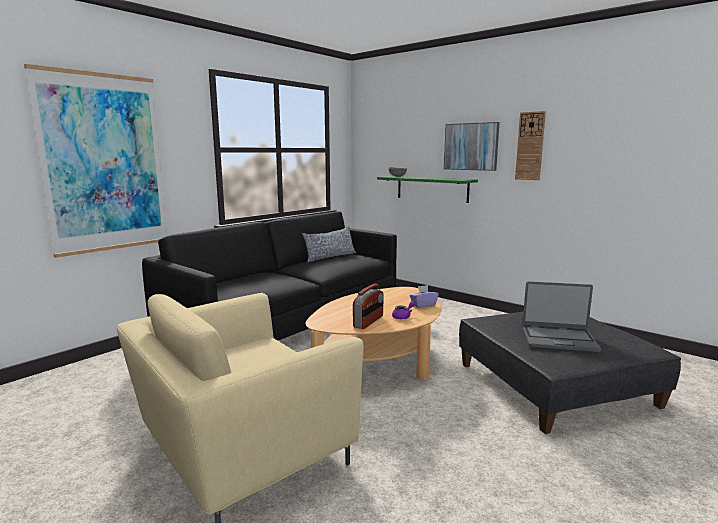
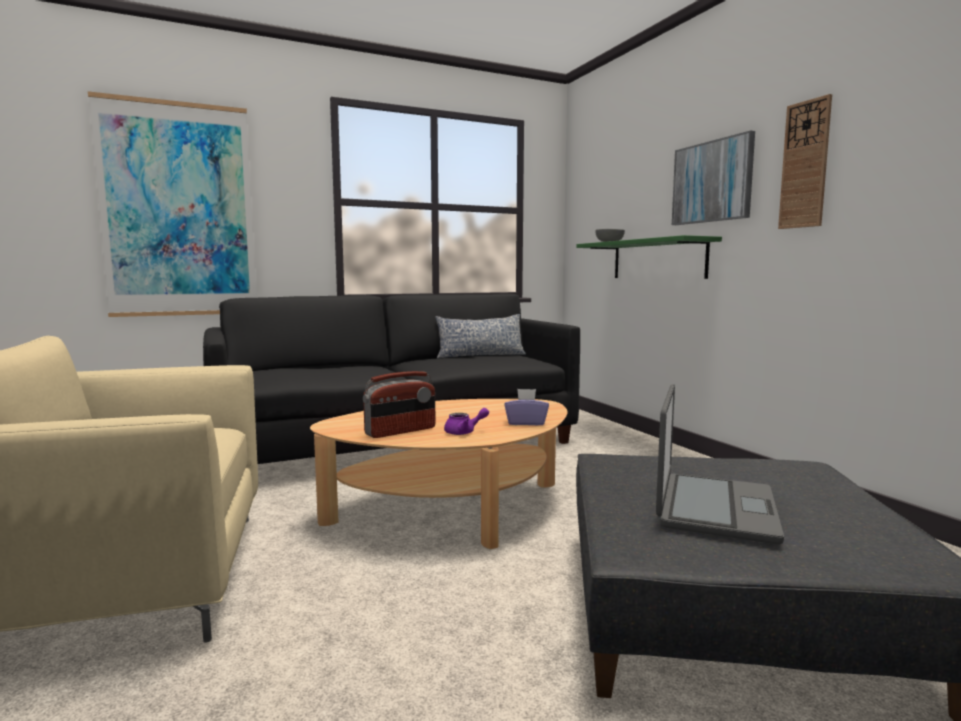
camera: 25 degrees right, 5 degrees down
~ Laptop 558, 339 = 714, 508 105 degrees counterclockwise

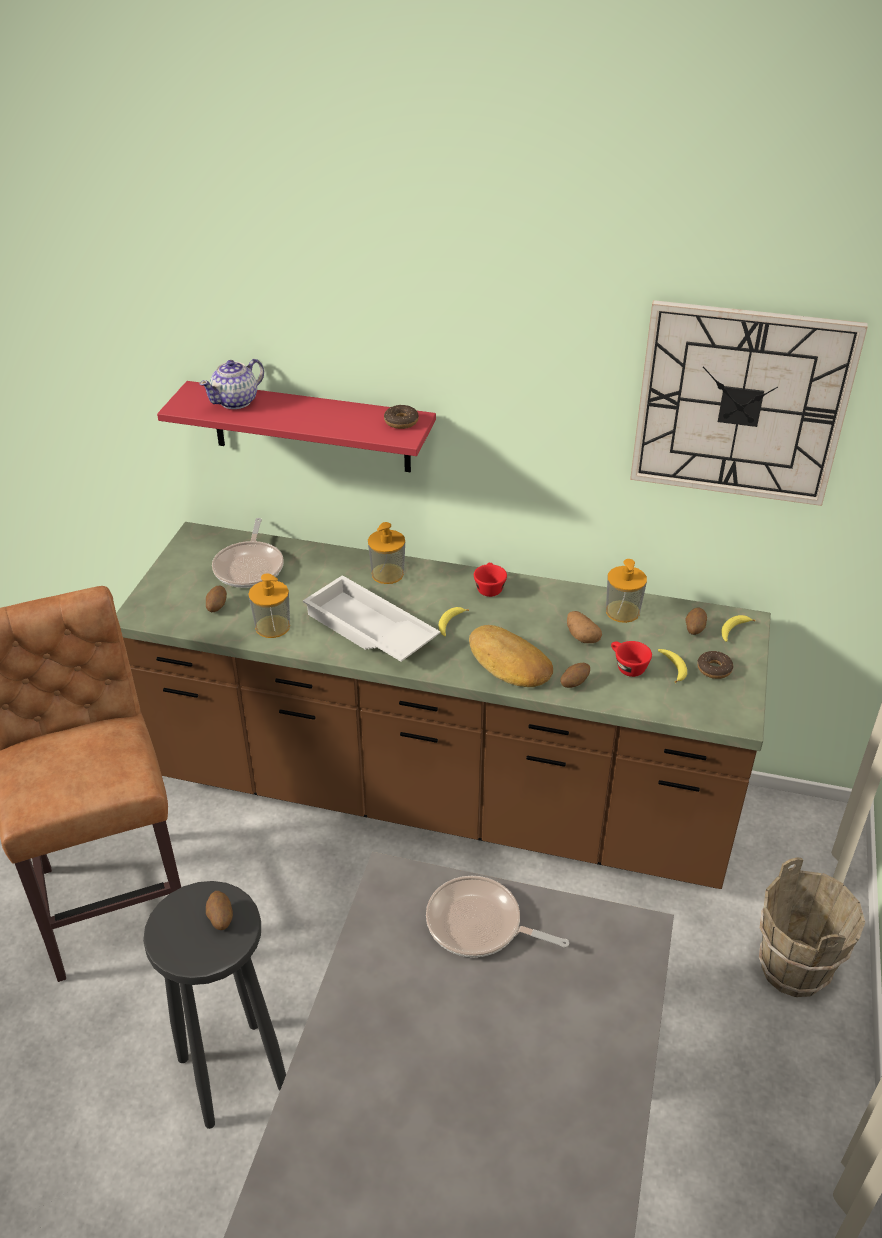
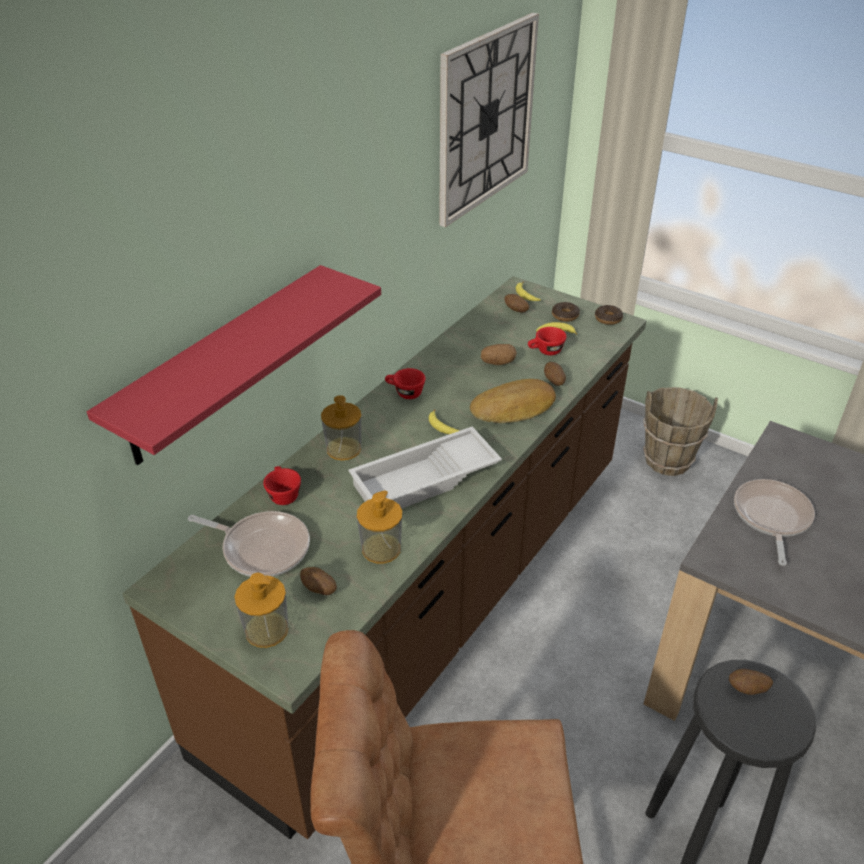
camera: 70 degrees left, 0 degrees up
~ SoapDispenser 622, 611 to 266, 630
+ RedCup 282, 494
~ Donut 401, 422 to 608, 319
~ FryingPan 479, 925 = 771, 517 150 degrees clockwise
- Teapot 236, 401

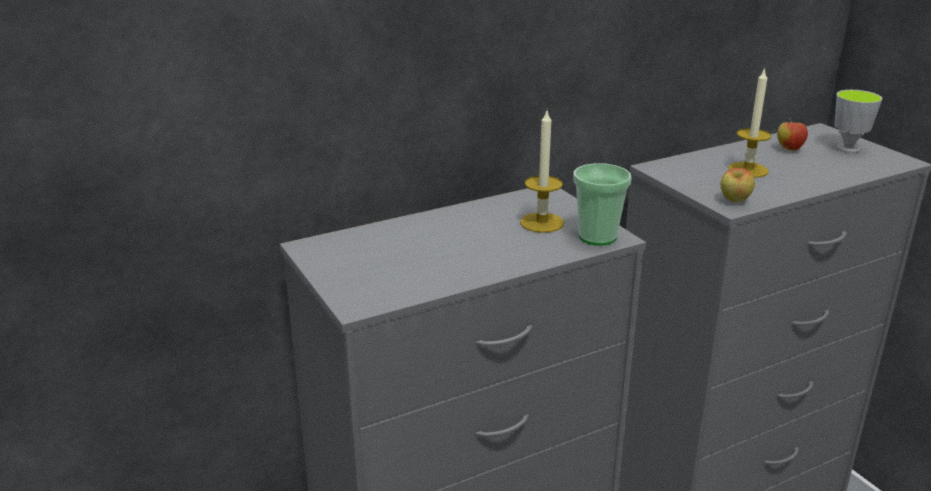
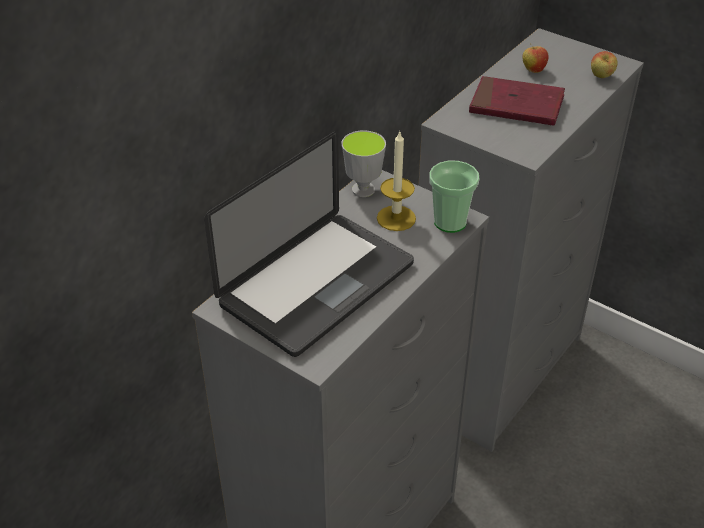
camera: 25 degrees left, 15 degrees up
+ Laptop 317, 284
~ Cup 848, 148 to 363, 190
~ Candle 748, 170 to RedBook 516, 105
~ Apple 734, 201 to 601, 77

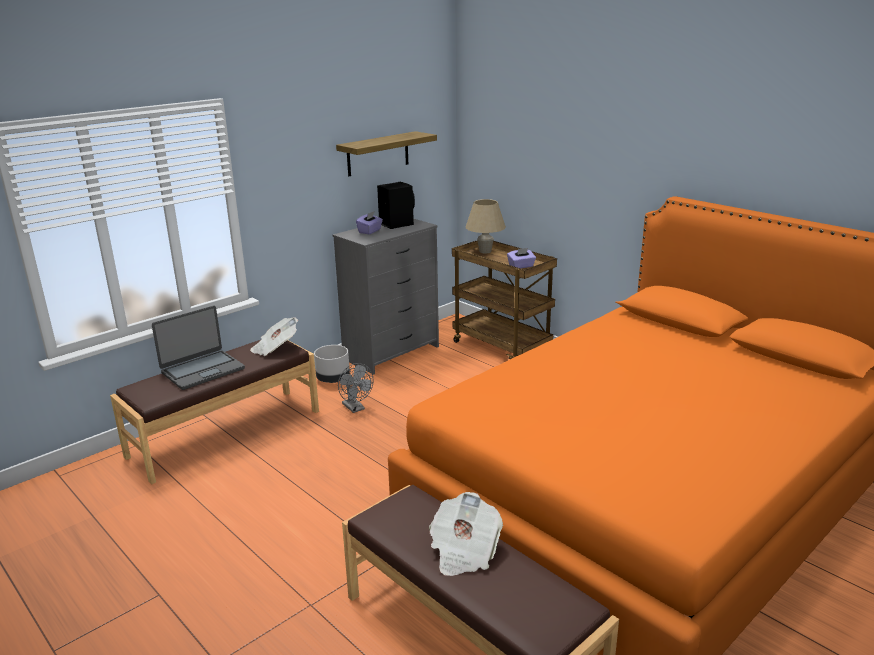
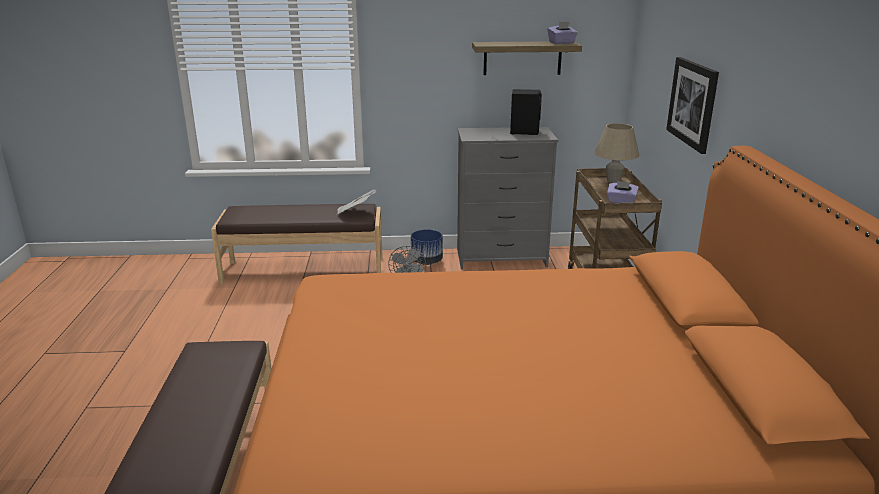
camera: 40 degrees right, 0 degrees up
~ GreyPlanter 333, 379 to BluePlanter 426, 262
~ PurpleTissueBox 370, 231 to 562, 43
+ Picture 693, 103
- Laptop 202, 370
- Newspaper 463, 551

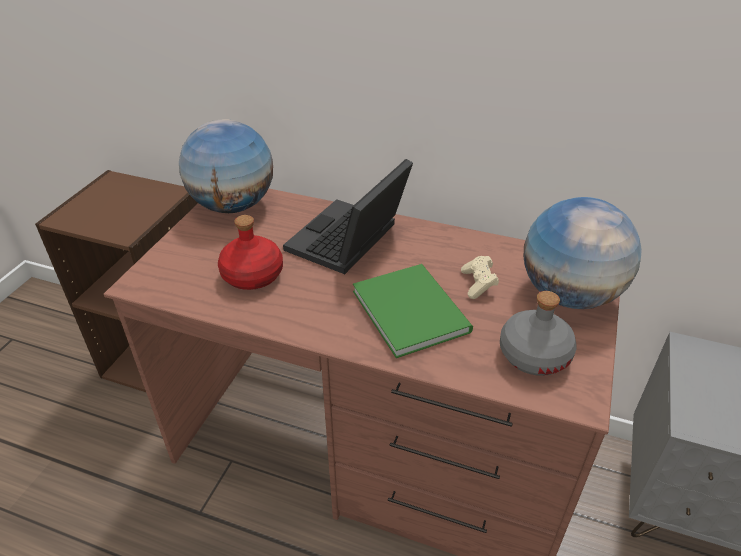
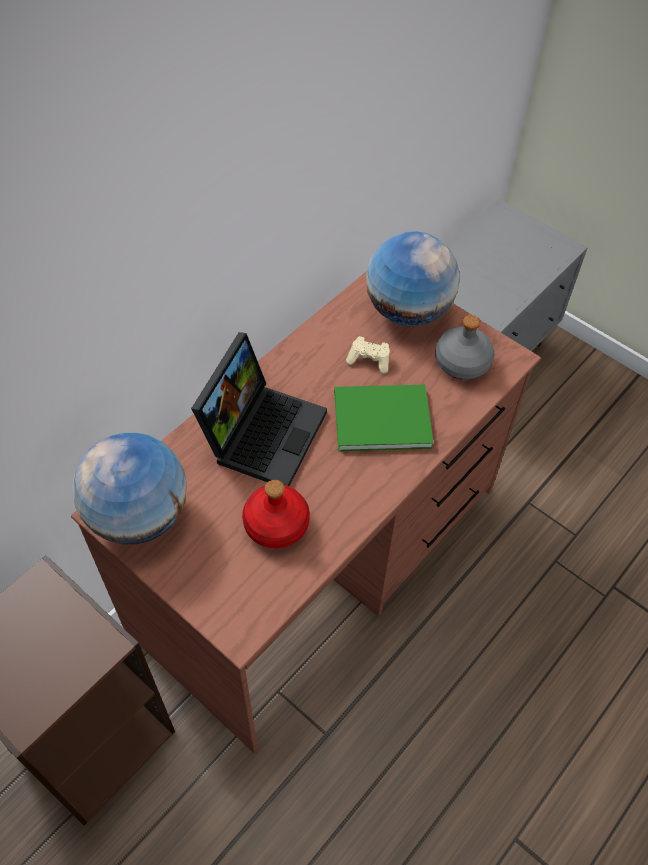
camera: 70 degrees left, 15 degrees up
~ Laptop 349, 242 = 263, 431 120 degrees counterclockwise

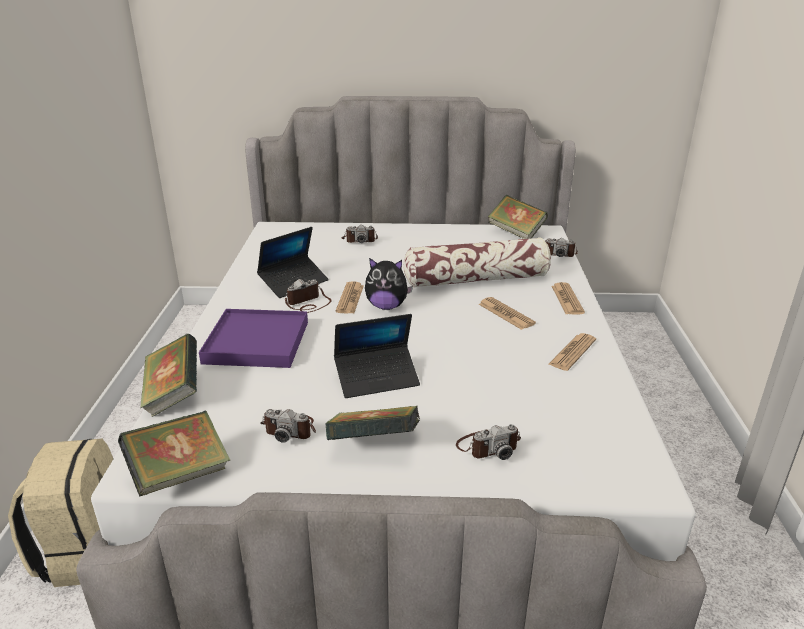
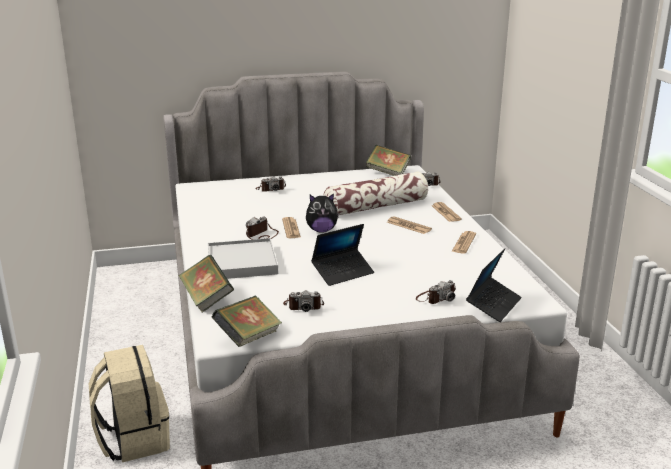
camera: 15 degrees left, 5 degrees down
~ PurpleTray 257, 342 to WhiteTray 242, 262
~ Laptop 294, 282 to 493, 304
- Book 374, 444

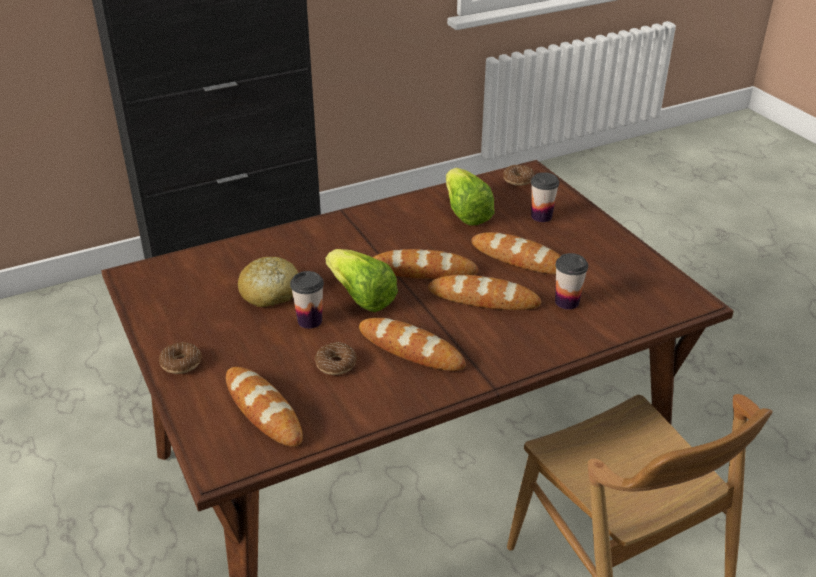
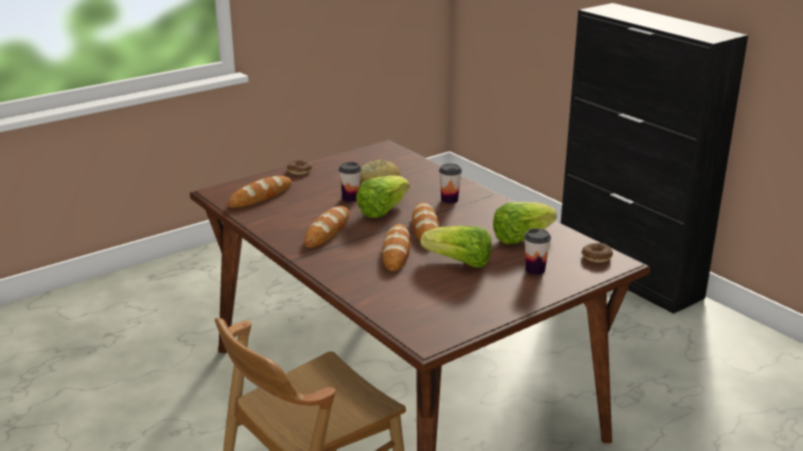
camera: 80 degrees right, 10 degrees down
~ Bread 519, 258 to Lettuce 459, 262
~ Cup 567, 302 to 449, 200
- Donut 336, 364

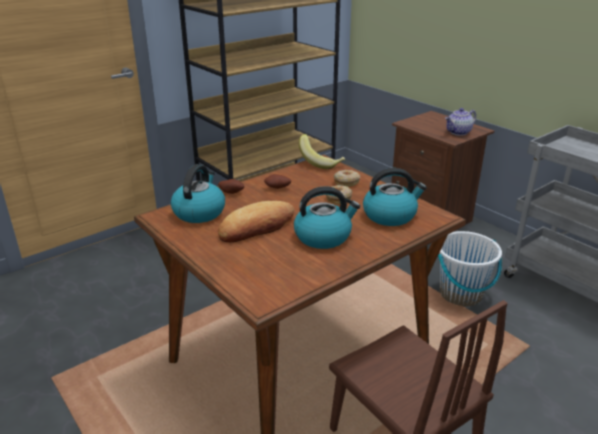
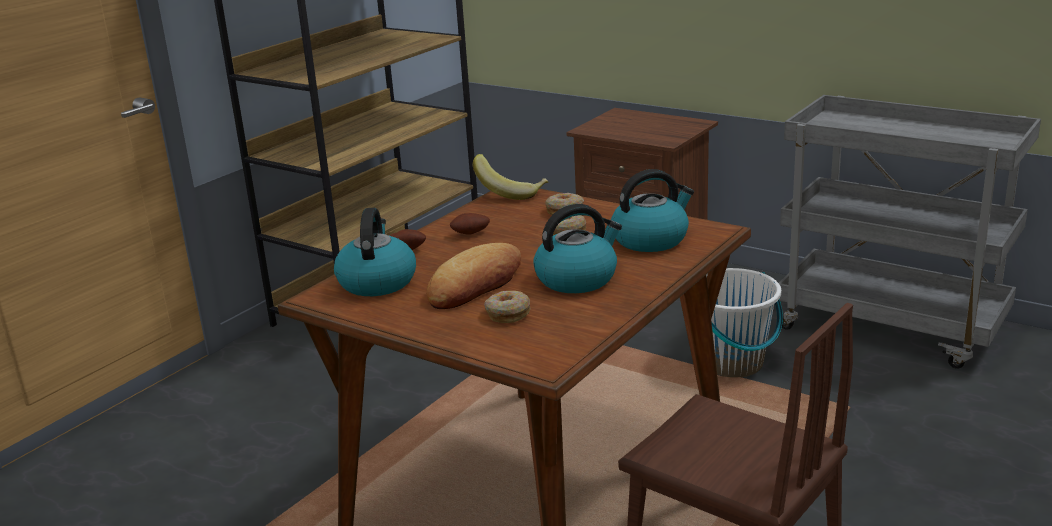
camera: 15 degrees left, 5 degrees down
+ Donut 507, 313
- Teapot 459, 132

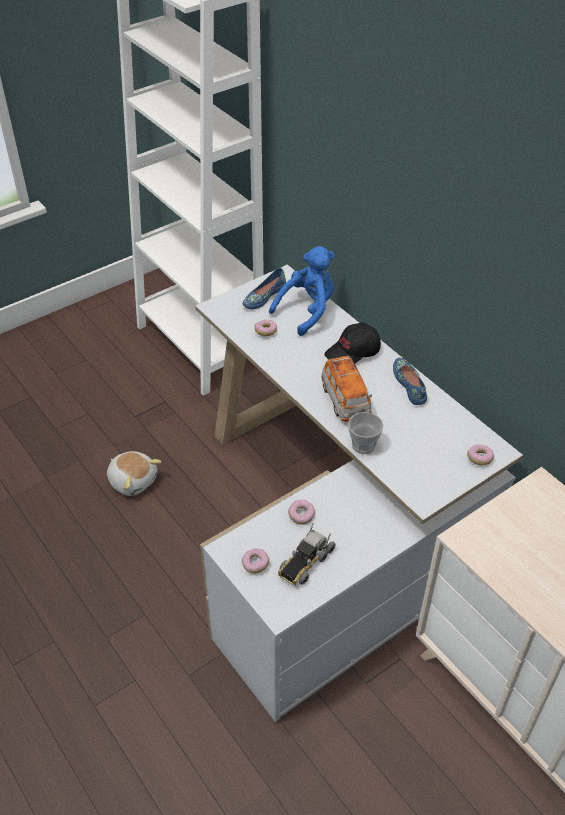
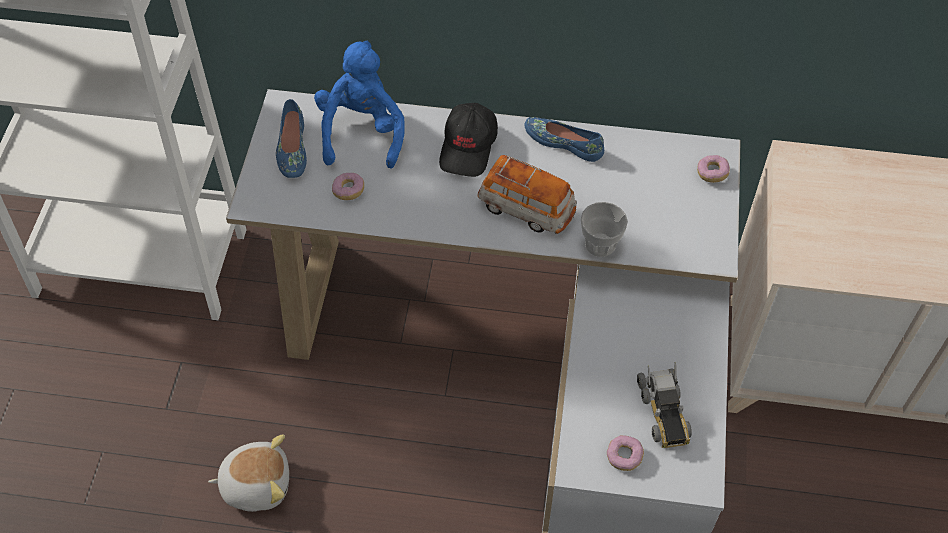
camera: 45 degrees left, 10 degrees up
- Donut 301, 515

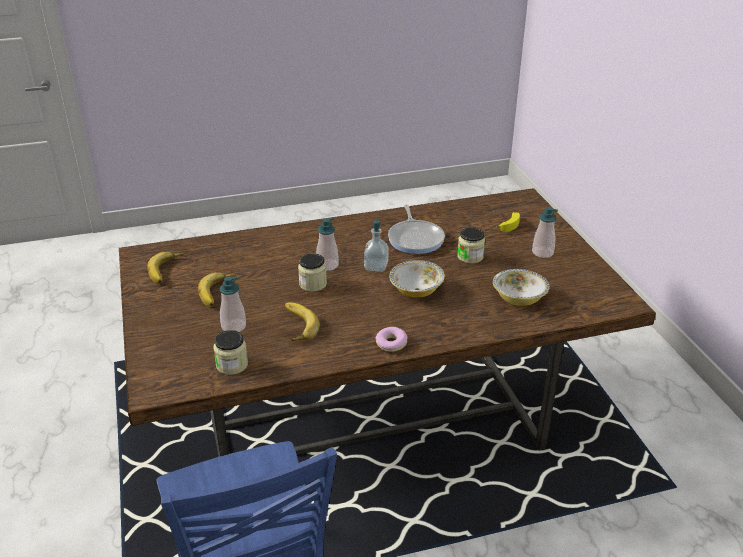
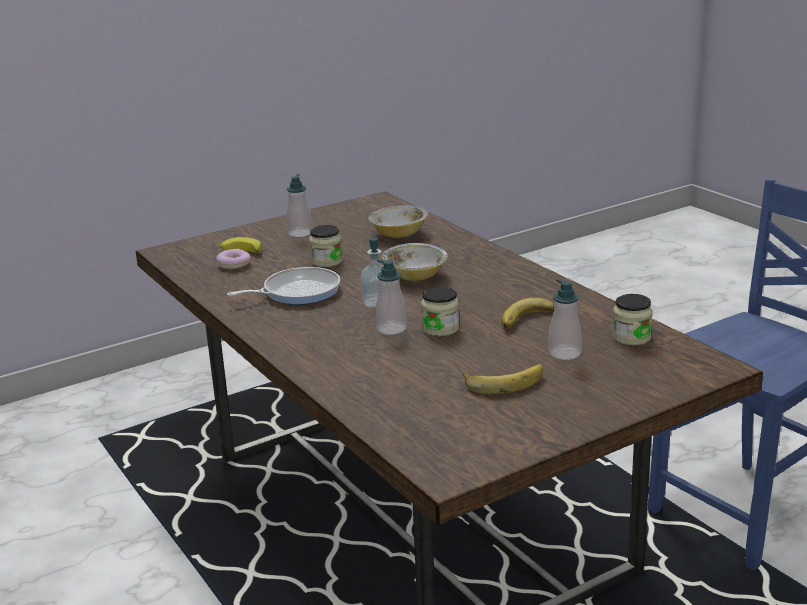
camera: 105 degrees left, 10 degrees down
~ Donut 391, 343 to 234, 264
- Banana 167, 270

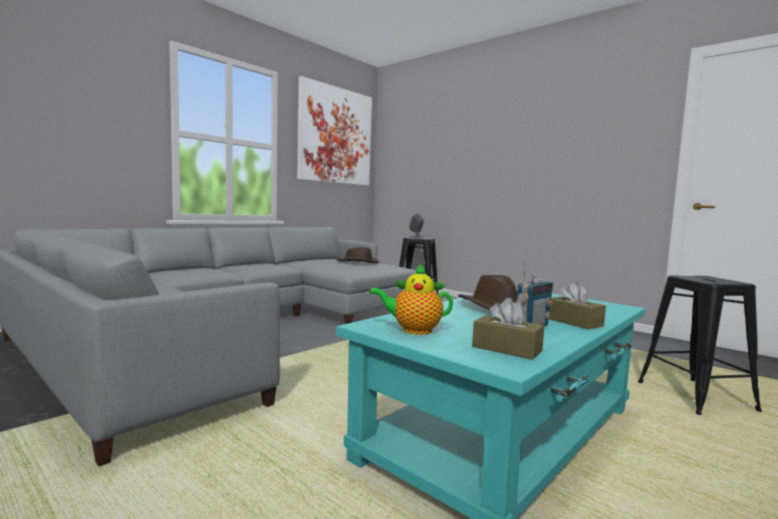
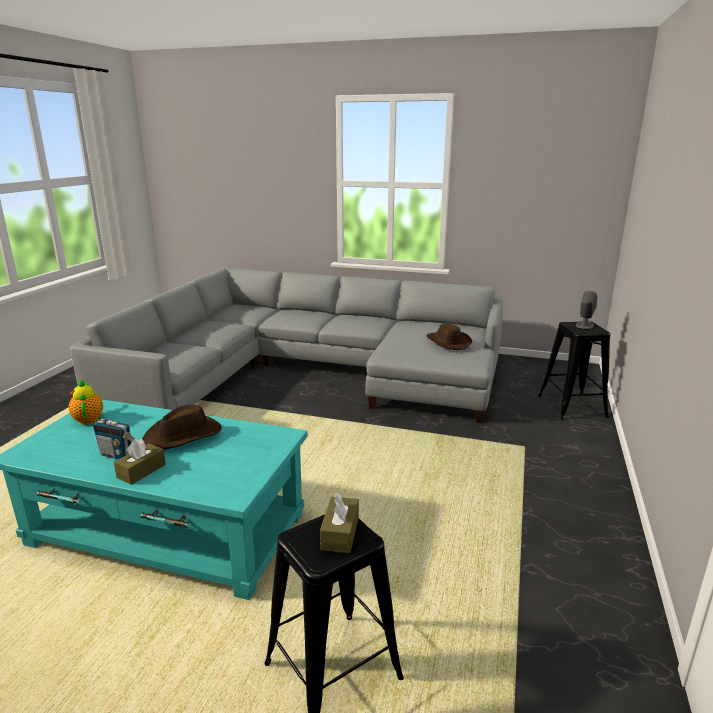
camera: 65 degrees right, 15 degrees up
~ BrownTissueBox 506, 349 to 340, 533
- Picture 335, 136

